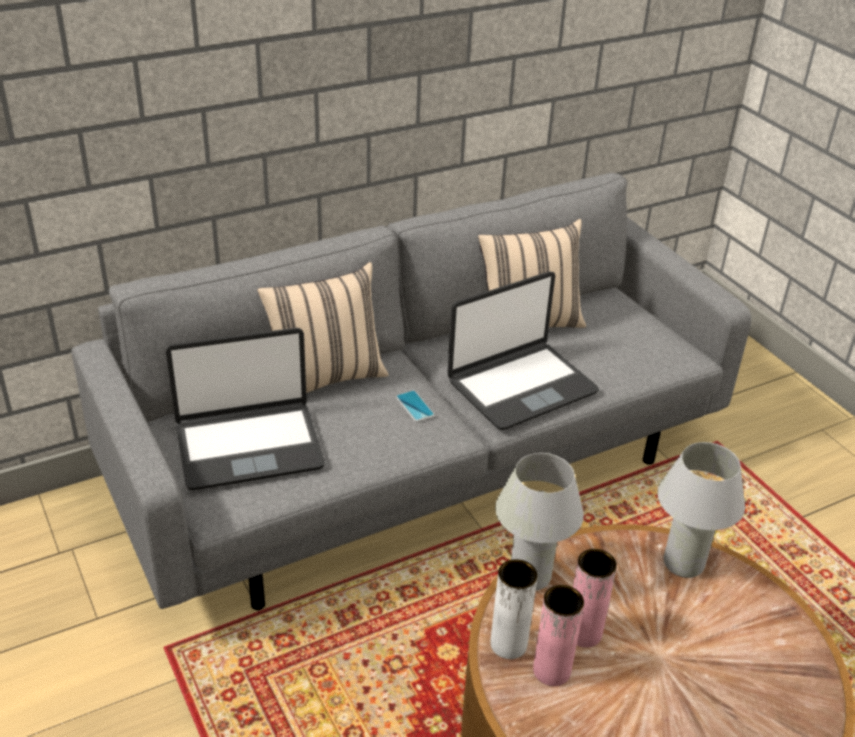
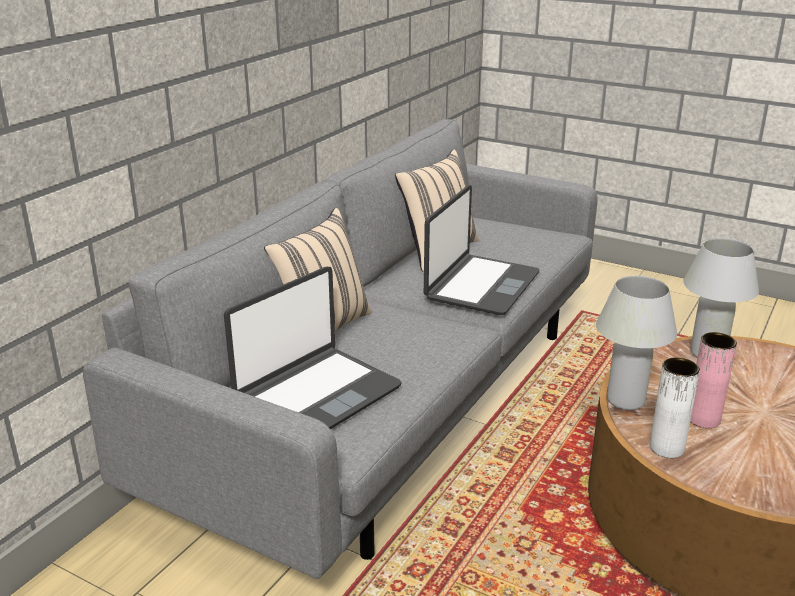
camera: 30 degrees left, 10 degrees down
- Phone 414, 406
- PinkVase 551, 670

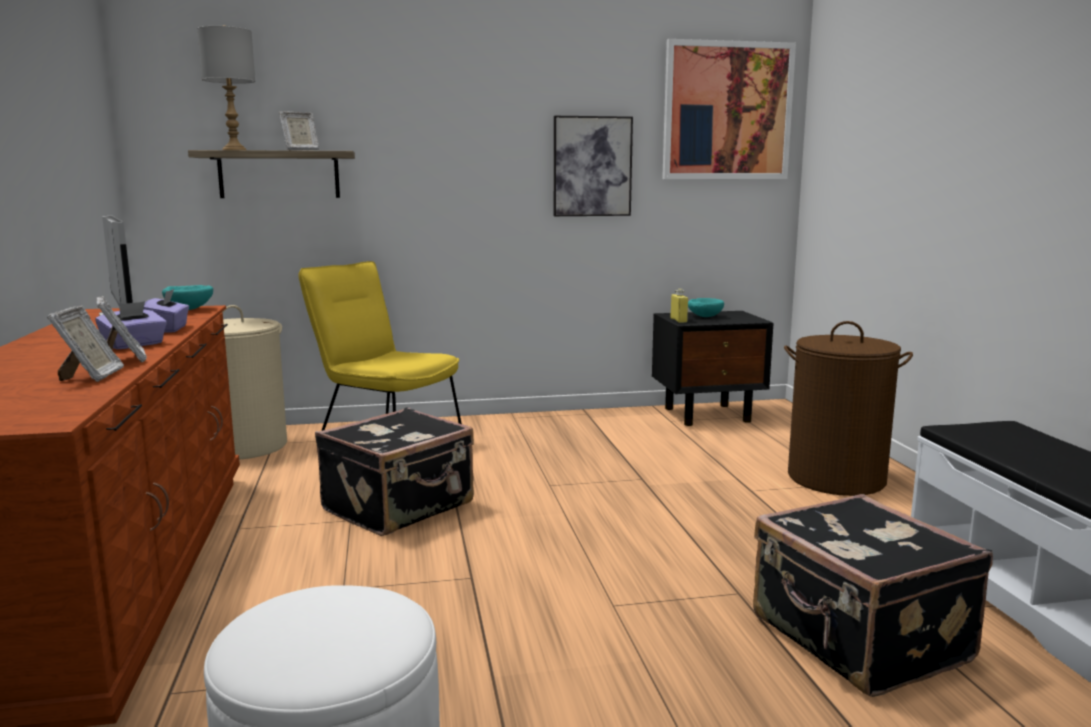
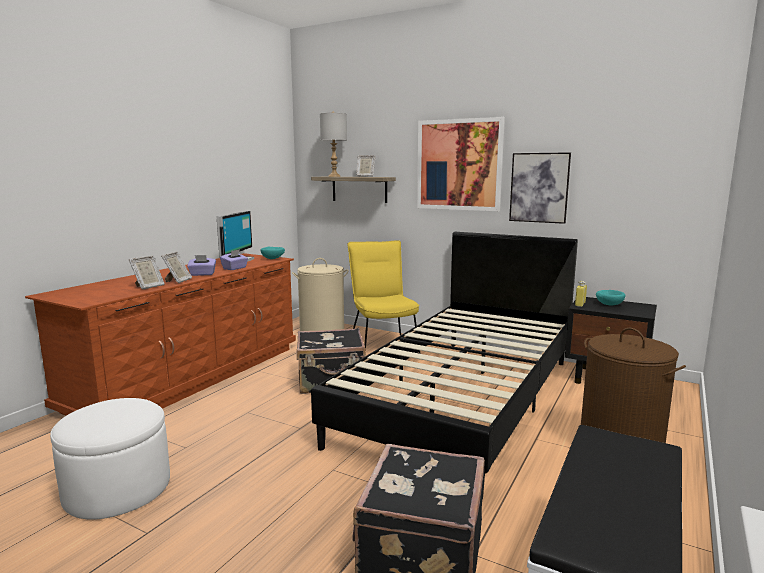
camera: 40 degrees right, 0 degrees up
+ BlackBed 463, 398
~ Picture 727, 111 to 459, 165

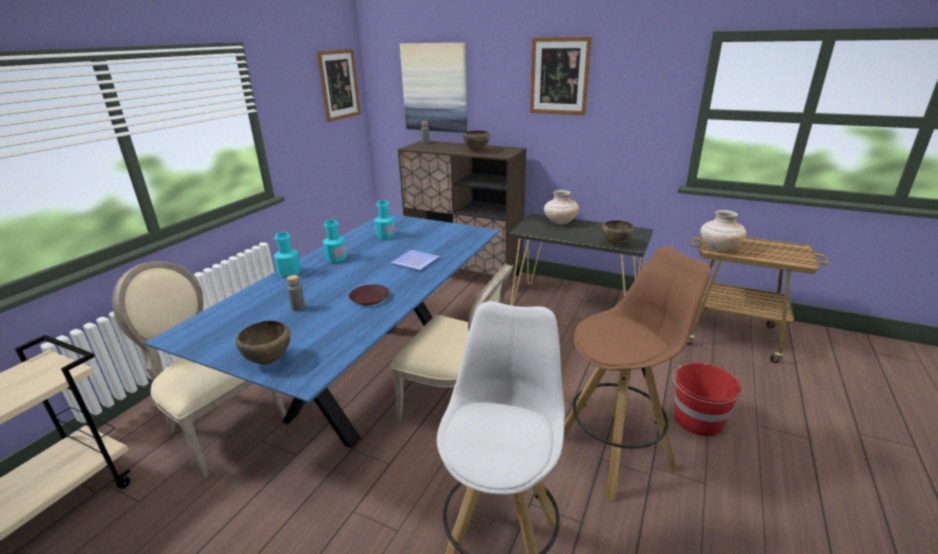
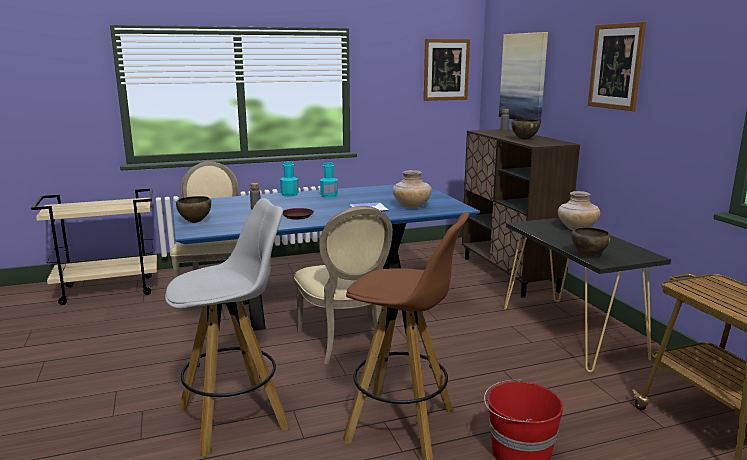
camera: 45 degrees right, 10 degrees down
~ BeigeVase 719, 248 to 411, 206
- TurquoiseBottle 386, 235

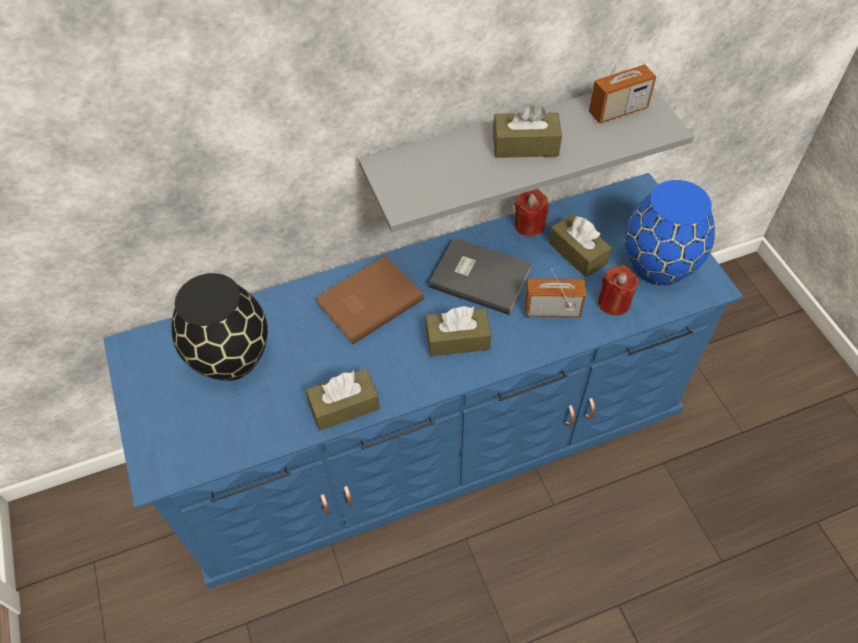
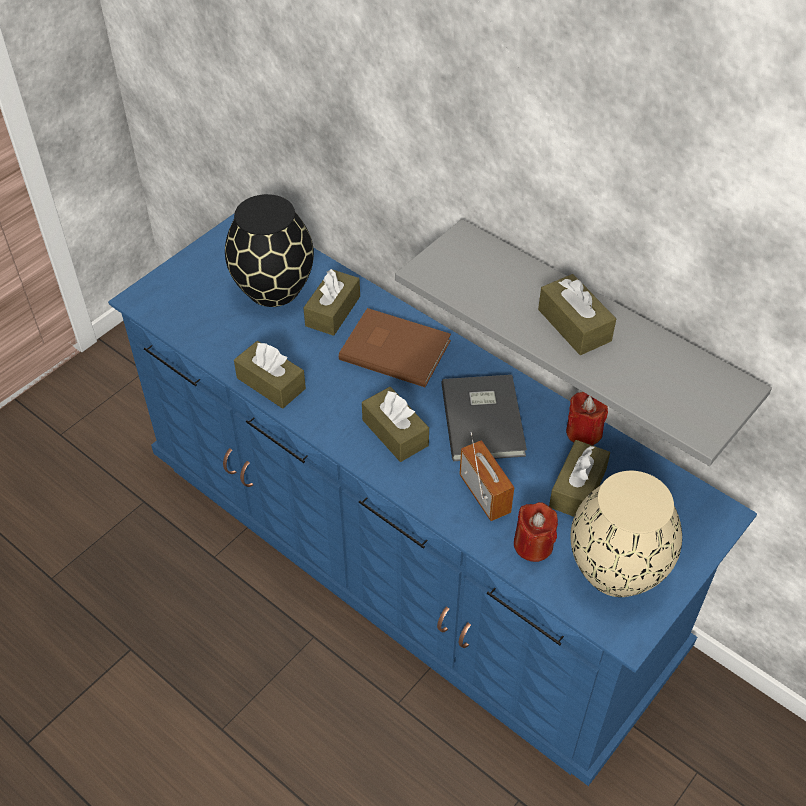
camera: 60 degrees right, 5 degrees down
+ BrownTissueBox 333, 311
~ BlueVase 659, 266 to BeigeVase 616, 570
- Radio 618, 111

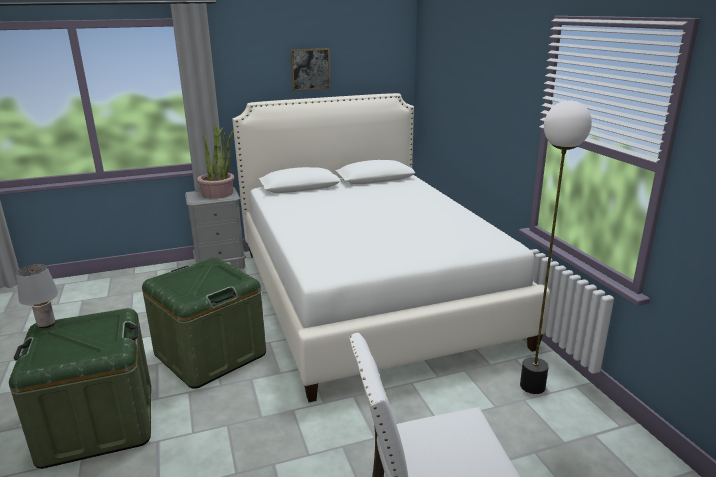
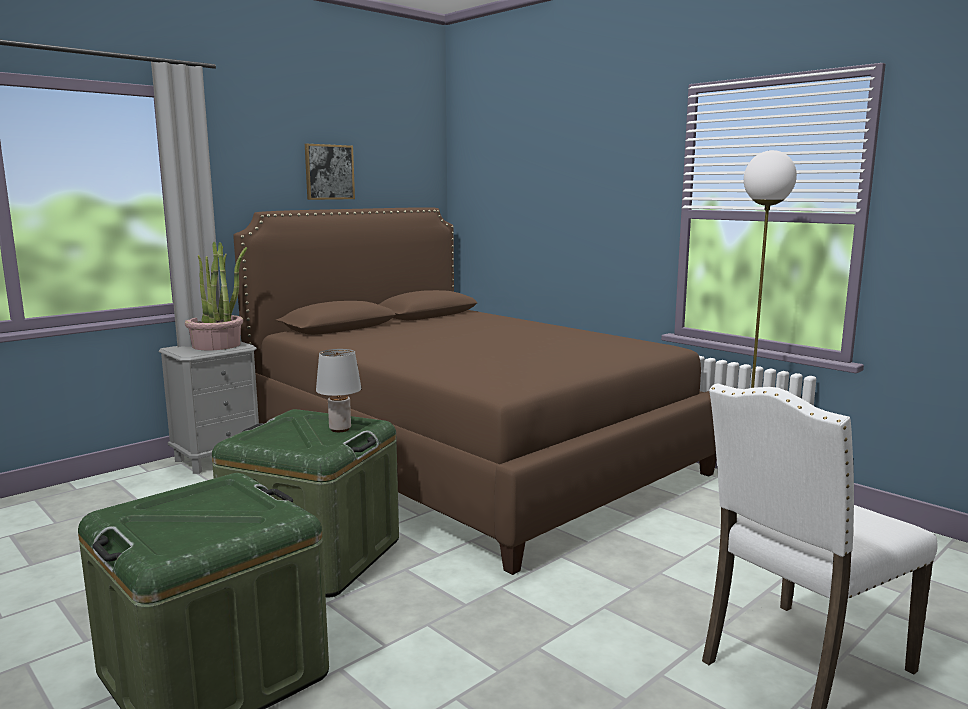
camera: 25 degrees left, 10 degrees down
~ WhiteBed 370, 294 to BrownBed 469, 456
~ GreyTableLamp 47, 324 to 340, 429

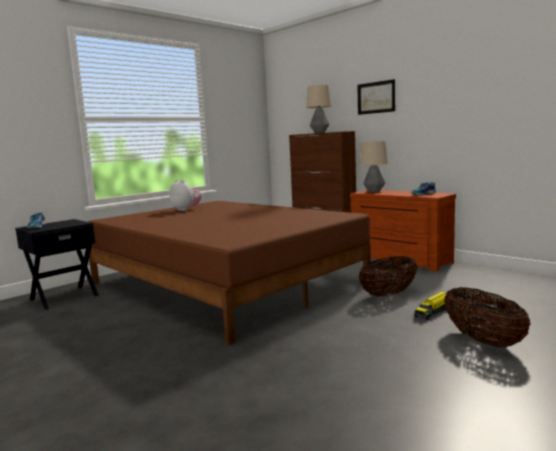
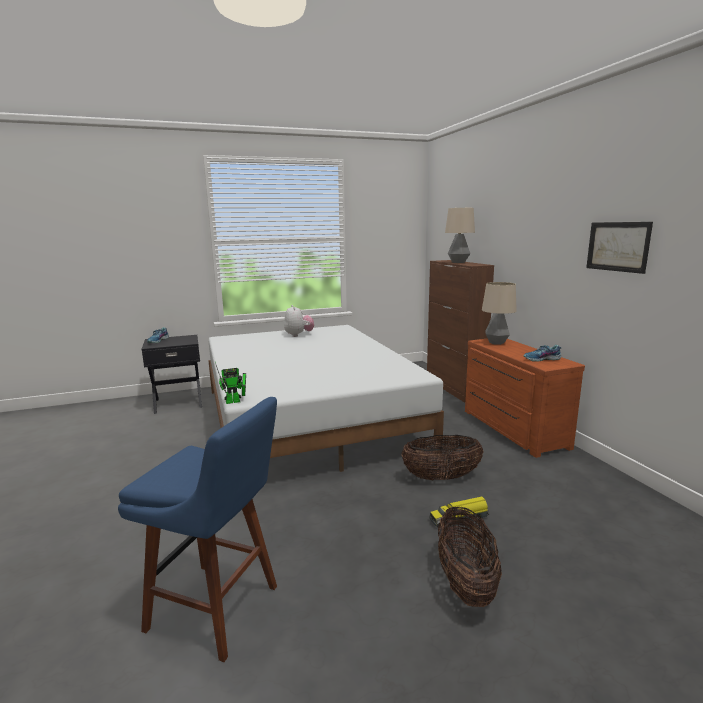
camera: 25 degrees right, 5 degrees up
+ BlueStool 219, 610
~ BrownBed 225, 283 to WhiteBed 308, 418
+ ToyRobot 235, 401
~ Picture 376, 97 to 617, 246

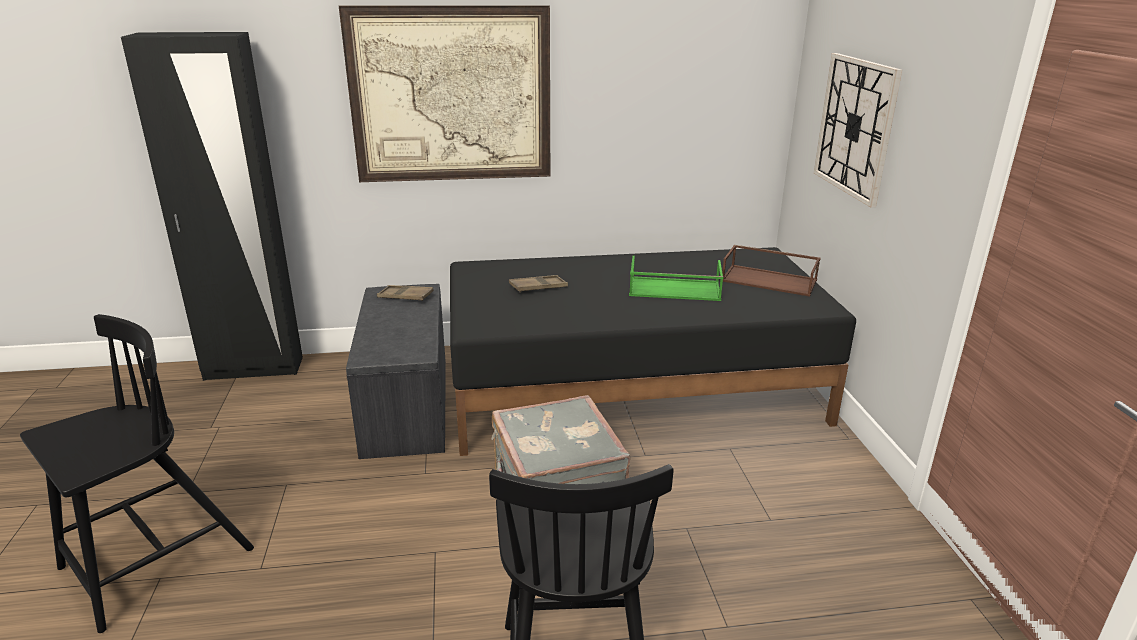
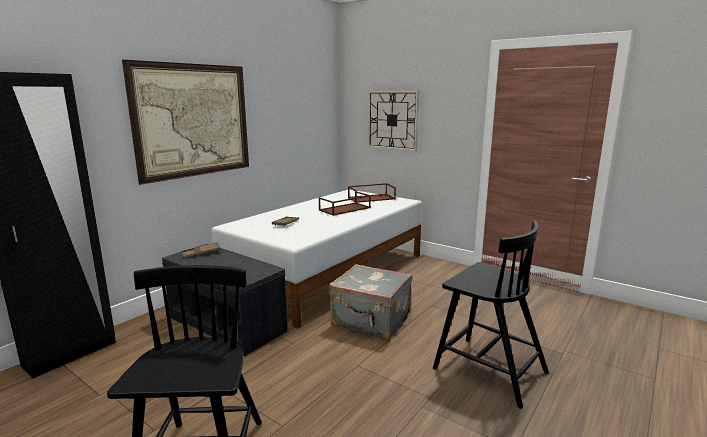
camera: 45 degrees left, 10 degrees down
~ BlackBed 634, 391 to WhiteBed 330, 273
~ GreenTray 673, 289 to BrownTray 344, 209

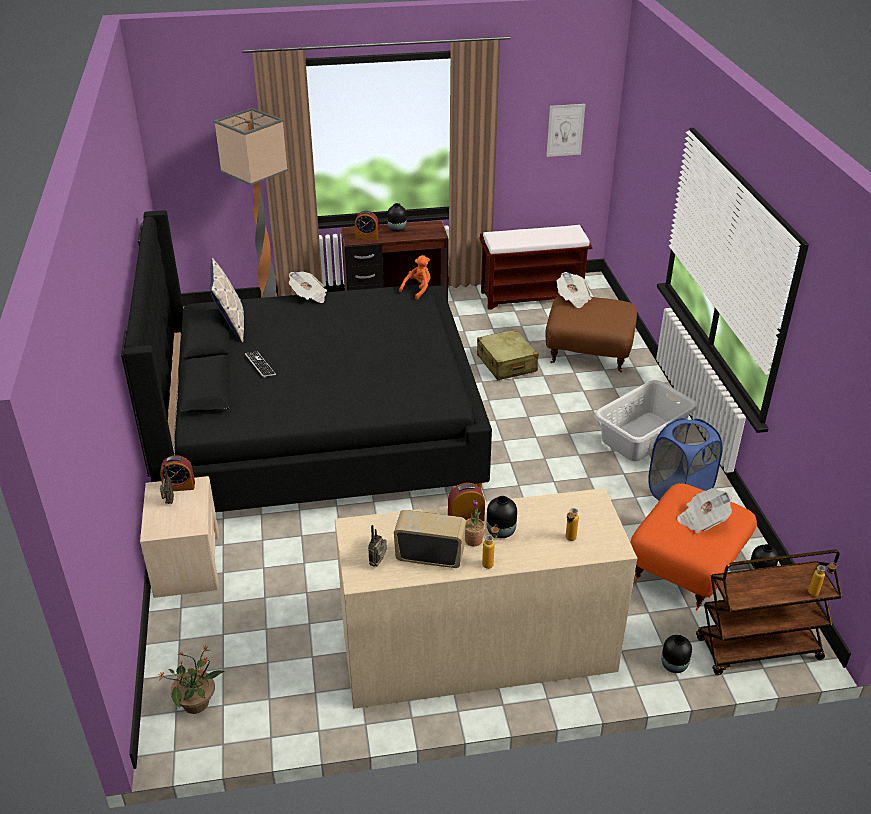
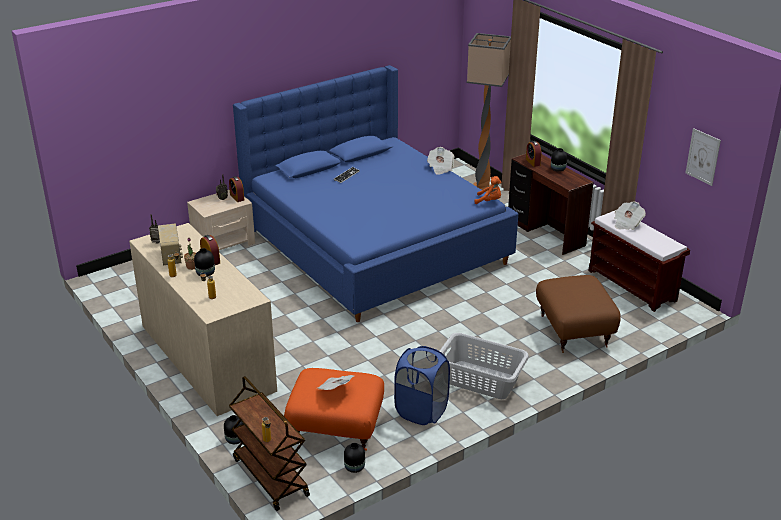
camera: 65 degrees right, 5 degrees down
~ BlackBed 317, 428 to BlueBed 374, 245
~ Newspaper 573, 298 to 627, 223
- PottedPlant 197, 703
- Pillow 231, 326
- BeigeSuitcase 506, 364

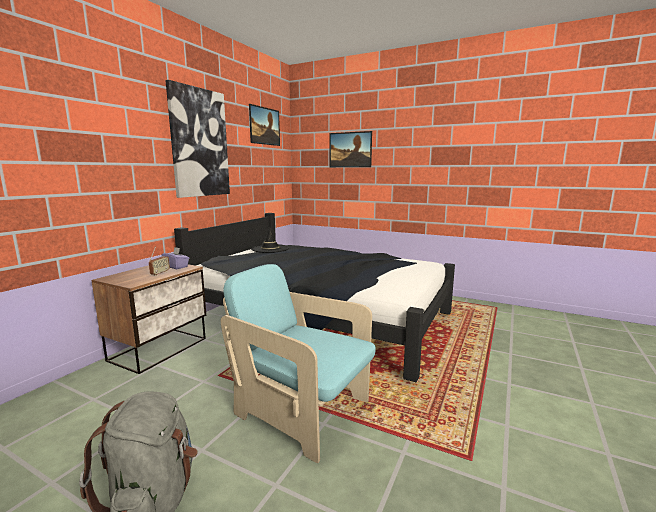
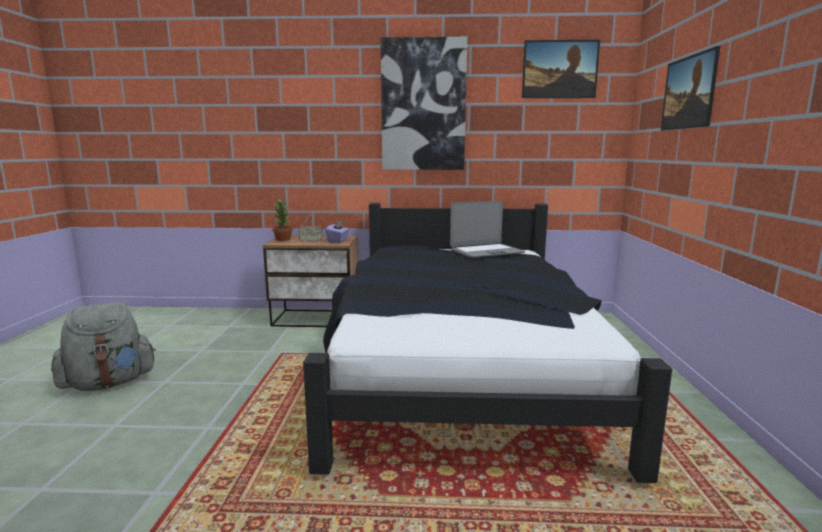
camera: 65 degrees right, 0 degrees up
+ PottedPlant 283, 239
~ BlackHat 270, 249 to Laptop 486, 252
- TurquoiseArmchair 301, 411

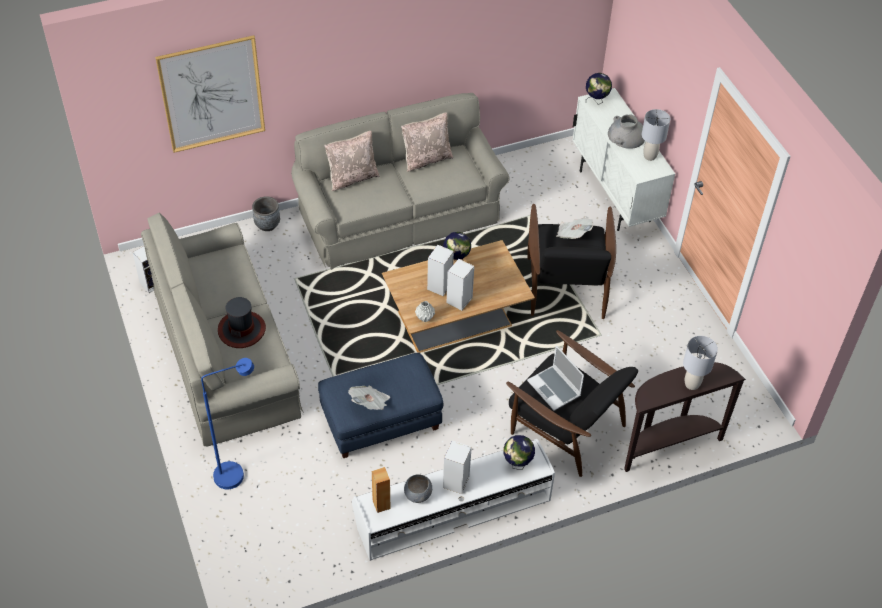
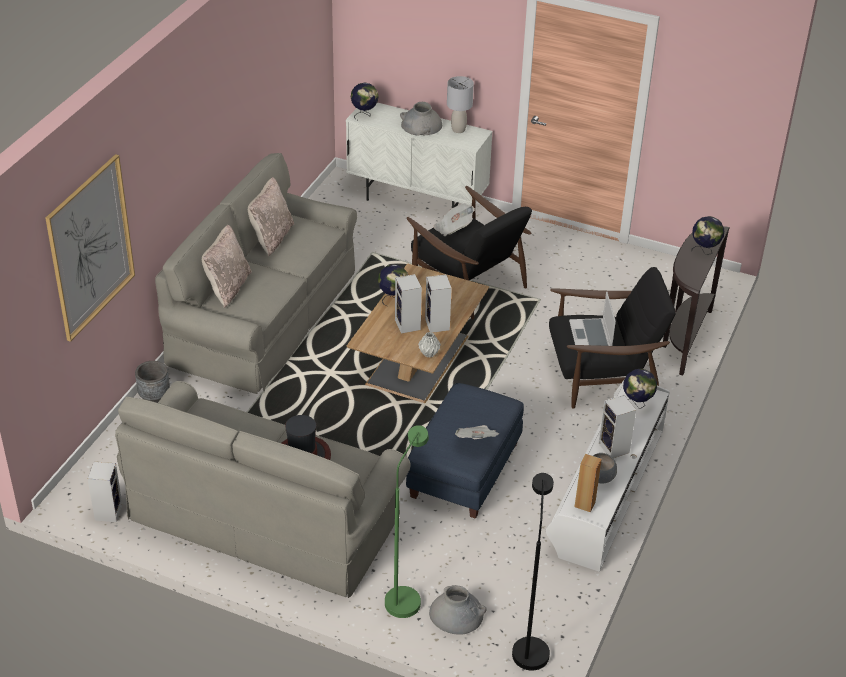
camera: 45 degrees left, 10 degrees down
~ BlueFloorLamp 237, 473 to GreenFloorLamp 405, 595
+ GreyVase 456, 614
+ BlackFloorLamp 529, 646
~ Laptop 555, 389 = 591, 336 75 degrees clockwise
~ GreyTableLamp 692, 384 to Globe 704, 251

